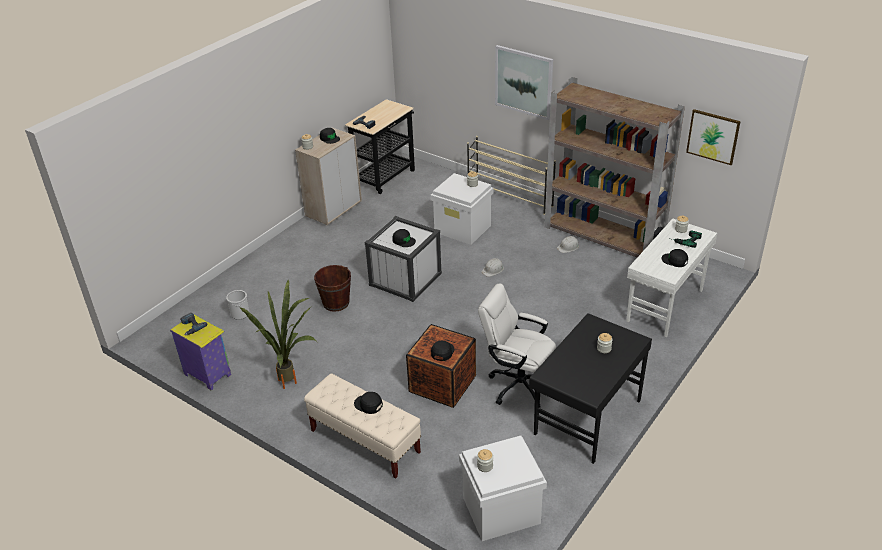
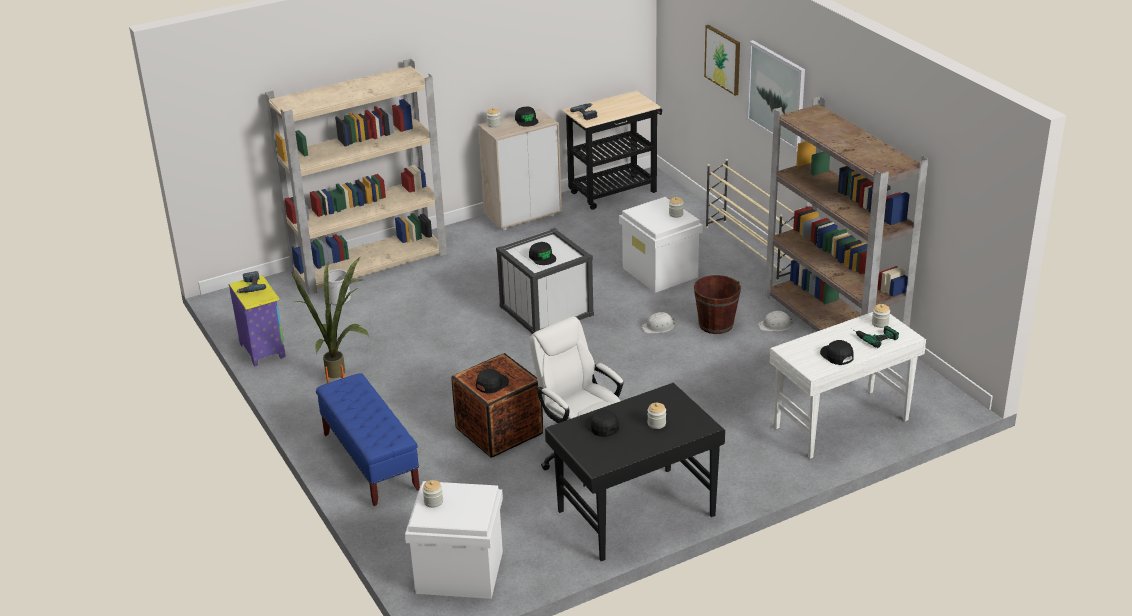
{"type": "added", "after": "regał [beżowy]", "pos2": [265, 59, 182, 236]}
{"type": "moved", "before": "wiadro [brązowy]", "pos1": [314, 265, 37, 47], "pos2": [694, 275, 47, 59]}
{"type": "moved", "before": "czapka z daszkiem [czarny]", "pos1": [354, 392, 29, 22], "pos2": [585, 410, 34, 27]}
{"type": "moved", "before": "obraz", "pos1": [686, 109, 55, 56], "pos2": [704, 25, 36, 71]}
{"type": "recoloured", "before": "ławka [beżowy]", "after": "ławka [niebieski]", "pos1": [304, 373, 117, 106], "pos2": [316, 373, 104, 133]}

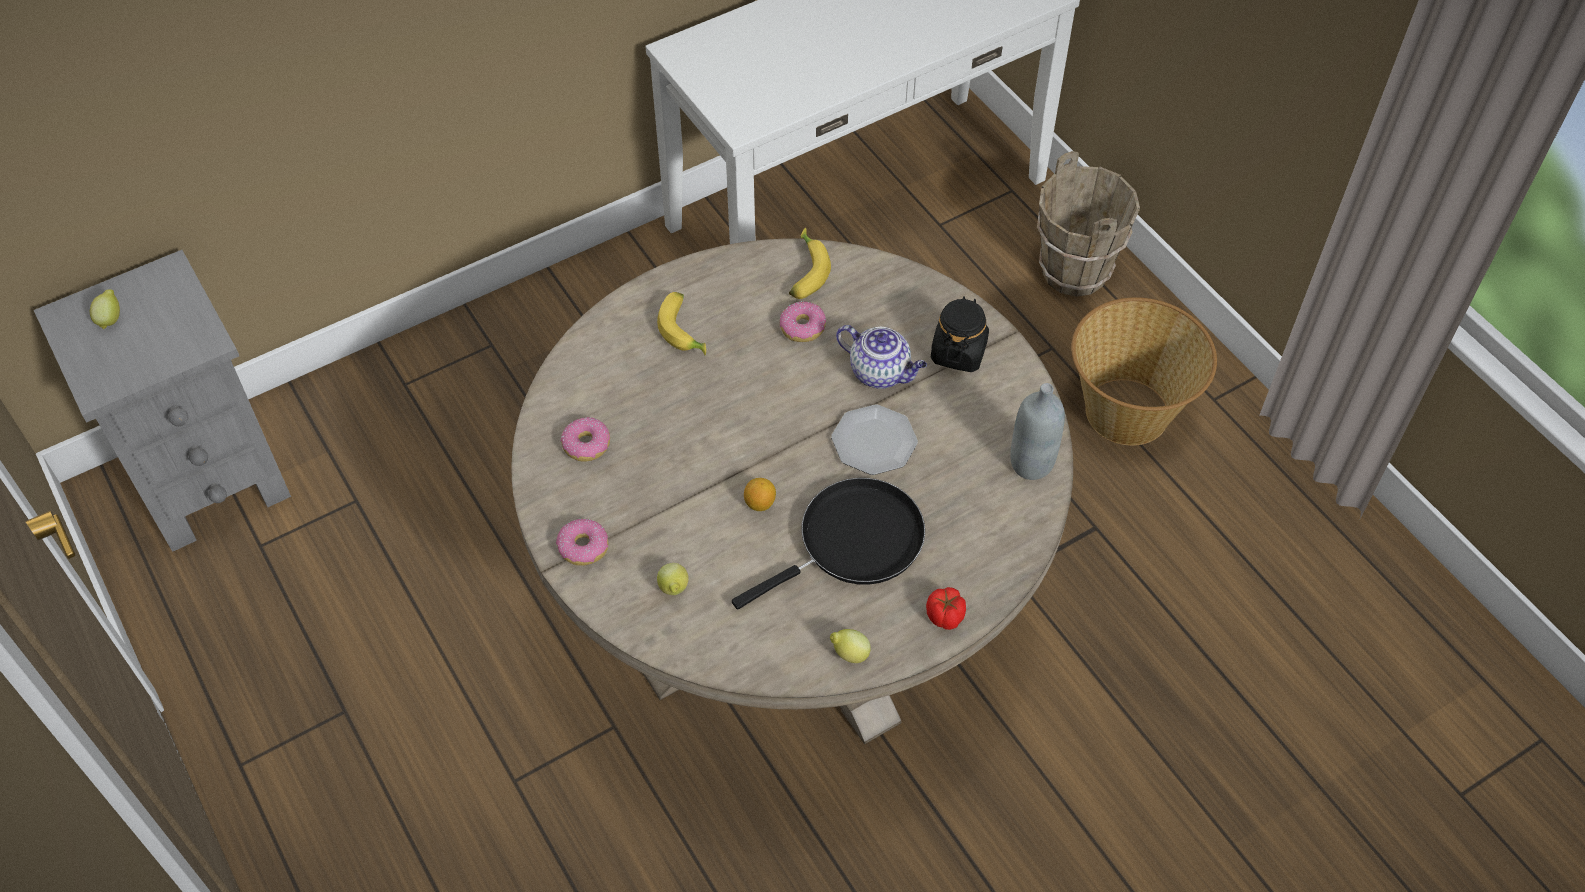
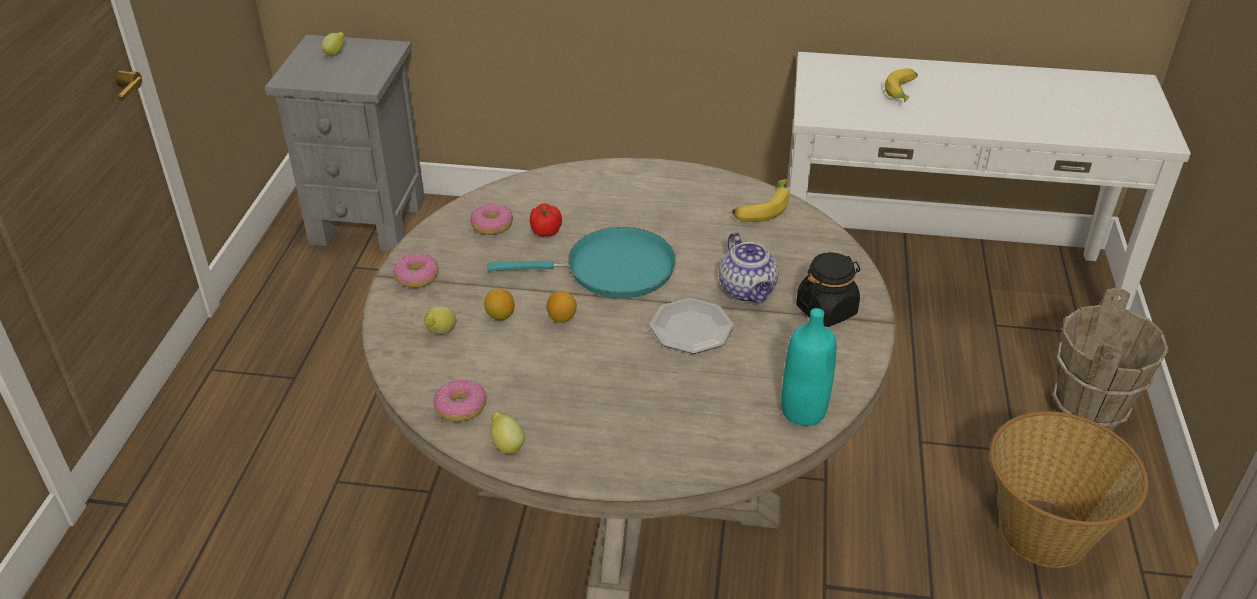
{"type": "removed", "before": "patelnia [czarny]", "pos1": [732, 478, 193, 131]}
{"type": "added", "after": "cytryna", "pos2": [484, 288, 31, 32]}
{"type": "added", "after": "patelnia [turkusowy]", "pos2": [487, 227, 189, 71]}
{"type": "moved", "before": "banan", "pos1": [657, 292, 49, 63], "pos2": [885, 68, 33, 34]}
{"type": "moved", "before": "donut", "pos1": [780, 302, 46, 40], "pos2": [433, 379, 54, 43]}
{"type": "moved", "before": "pomidor", "pos1": [926, 587, 40, 43], "pos2": [530, 203, 32, 34]}
{"type": "recoloured", "before": "butelka [szary]", "after": "butelka [turkusowy]", "pos1": [1010, 383, 55, 97], "pos2": [782, 308, 55, 118]}

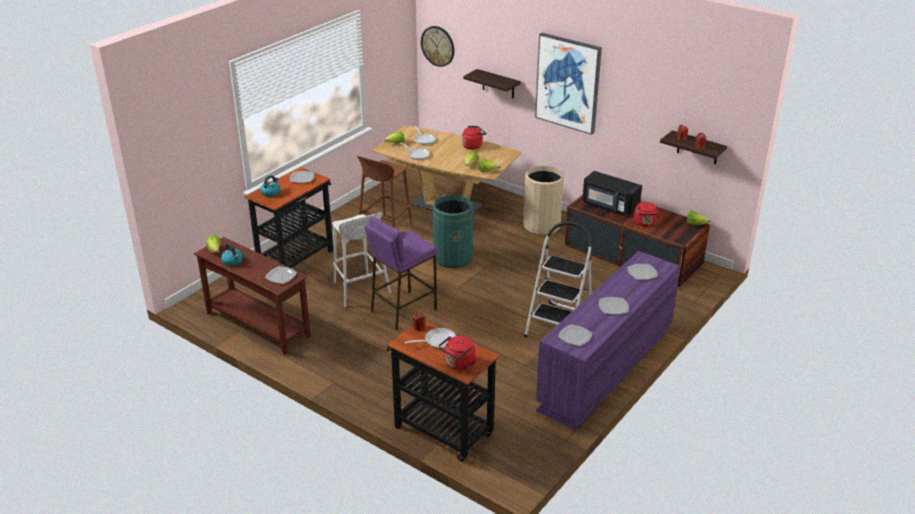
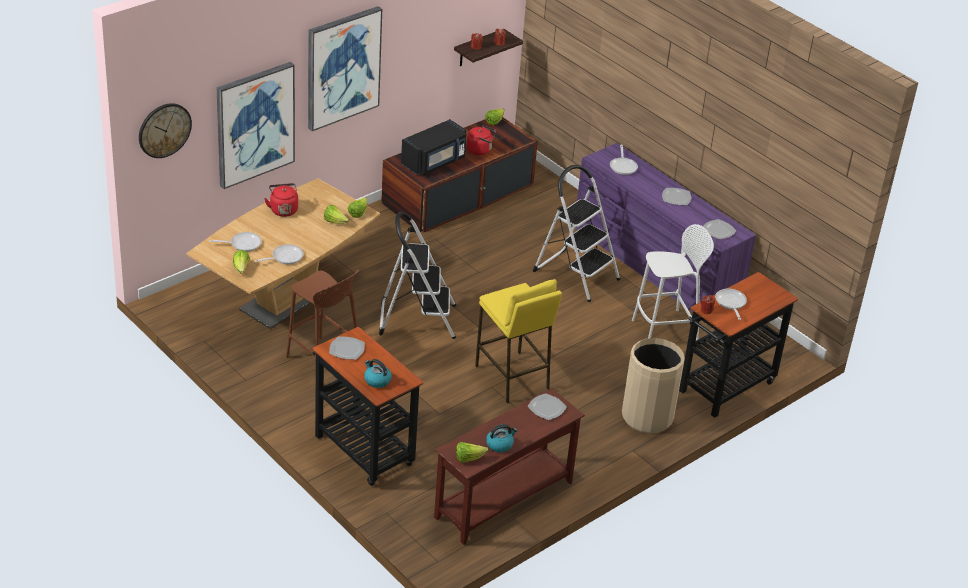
{"type": "removed", "before": "czajnik [czerwony]", "pos1": [439, 336, 38, 34]}
{"type": "moved", "before": "stołek [biały]", "pos1": [332, 212, 59, 95], "pos2": [632, 224, 82, 117]}
{"type": "moved", "before": "kosz na śmieci [beżowy]", "pos1": [523, 166, 41, 69], "pos2": [622, 338, 63, 95]}
{"type": "replaced", "before": "kosz na śmieci [zielony]", "after": "drabinka", "pos1": [433, 195, 40, 73], "pos2": [379, 212, 77, 127]}
{"type": "replaced", "before": "półka", "after": "obraz", "pos1": [463, 69, 58, 29], "pos2": [217, 62, 78, 127]}
{"type": "replaced", "before": "talerz", "after": "patelnia", "pos1": [627, 264, 31, 16], "pos2": [610, 144, 28, 31]}
{"type": "recoloured", "before": "stołek [fioletowy]", "after": "stołek [żółty]", "pos1": [364, 216, 73, 114], "pos2": [475, 279, 87, 124]}

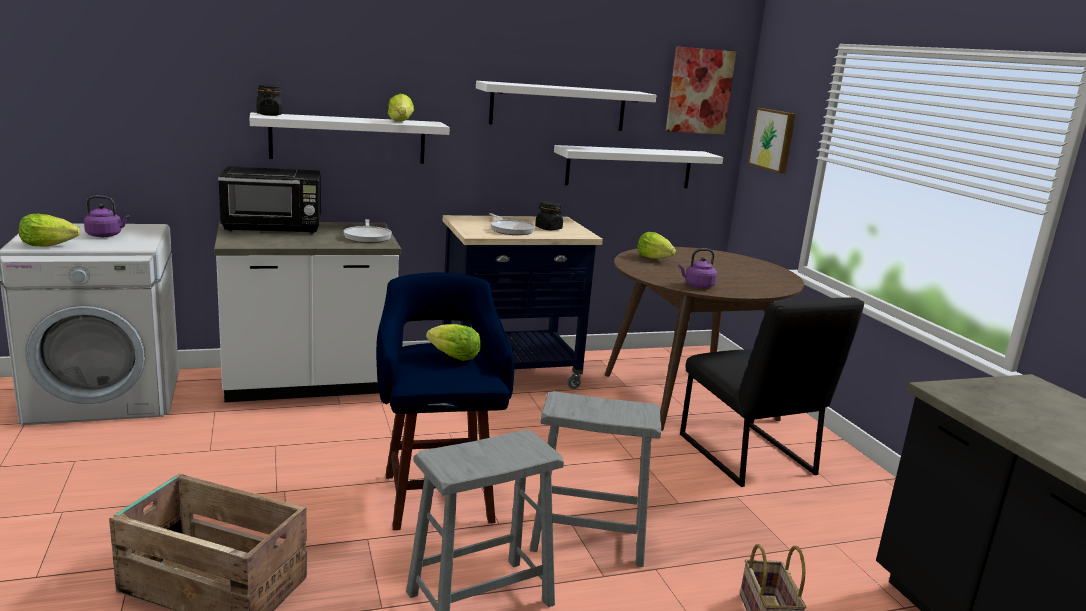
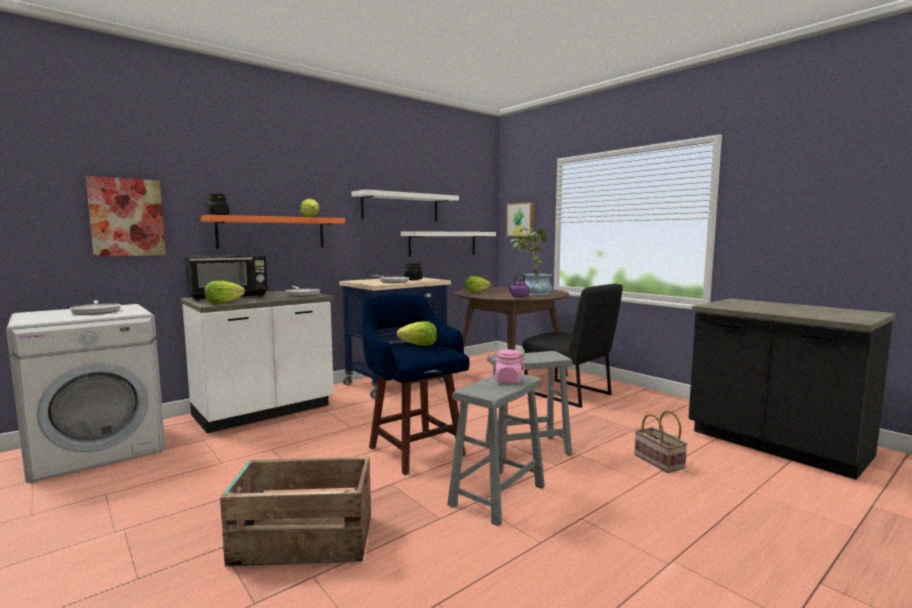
{"type": "added", "after": "słoik [różowy]", "pos2": [492, 349, 33, 34]}
{"type": "added", "after": "roślina doniczkowa", "pos2": [510, 227, 42, 68]}
{"type": "moved", "before": "sałata", "pos1": [19, 214, 61, 33], "pos2": [204, 281, 41, 23]}
{"type": "moved", "before": "obraz", "pos1": [666, 46, 70, 88], "pos2": [86, 176, 80, 81]}
{"type": "replaced", "before": "czajnik [fioletowy]", "after": "patelnia", "pos1": [84, 196, 46, 41], "pos2": [70, 300, 51, 15]}
{"type": "recoloured", "before": "półka [biały]", "after": "półka [pomarańczowy]", "pos1": [250, 112, 200, 52], "pos2": [201, 215, 144, 34]}

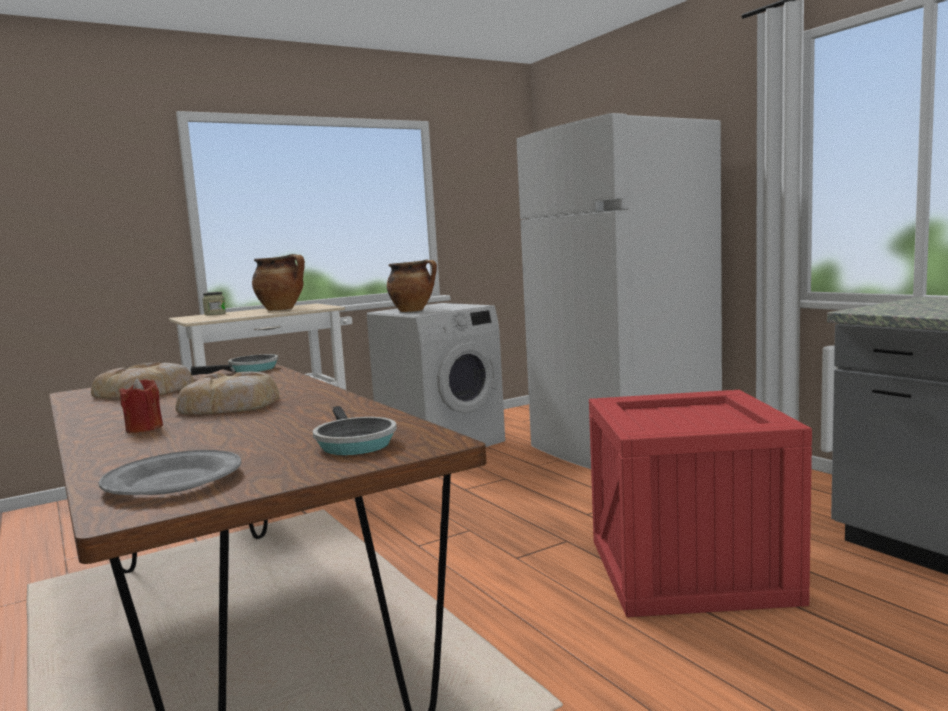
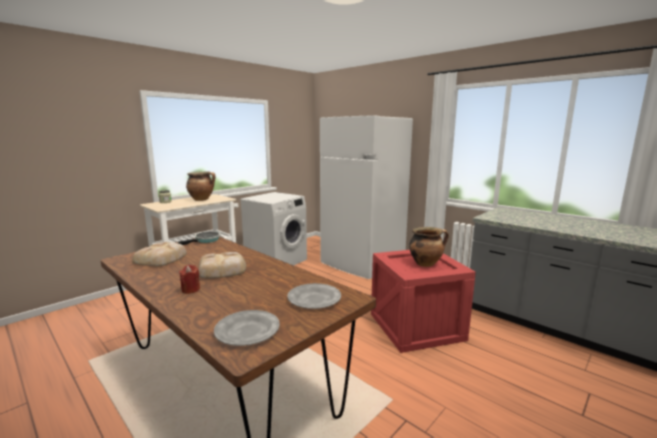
{"type": "moved", "before": "garnek", "pos1": [387, 260, 50, 52], "pos2": [409, 227, 40, 40]}
{"type": "replaced", "before": "patelnia", "after": "talerz [szary]", "pos1": [313, 406, 84, 49], "pos2": [287, 283, 54, 26]}

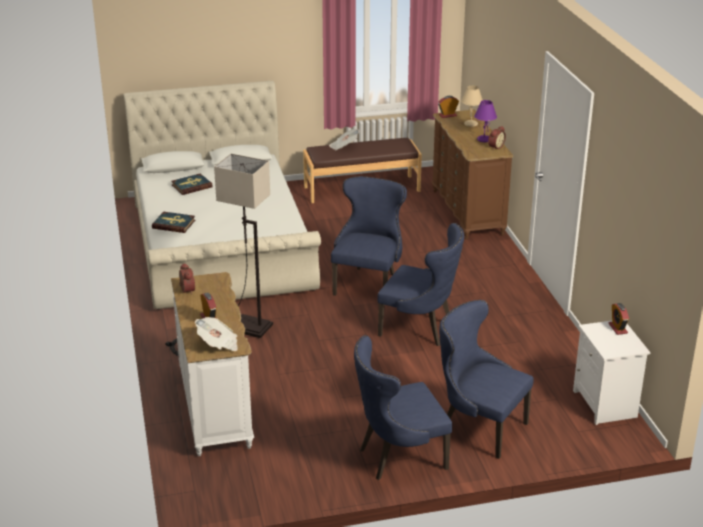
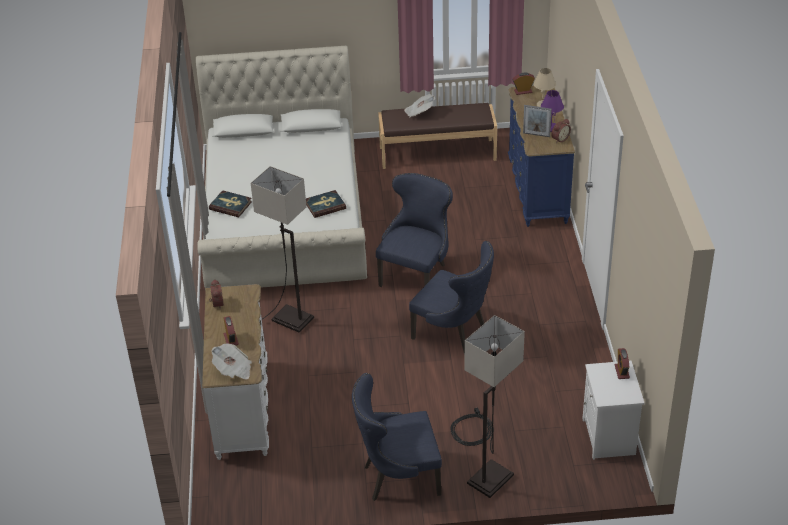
{"type": "added", "after": "ramka na zdjęcie", "pos2": [523, 105, 29, 32]}
{"type": "moved", "before": "książka", "pos1": [171, 173, 42, 22], "pos2": [306, 190, 40, 28]}
{"type": "replaced", "before": "krzesło [niebieski]", "after": "lampa stojąca", "pos1": [439, 300, 94, 159], "pos2": [450, 315, 75, 183]}
{"type": "recoloured", "before": "komoda [brązowy]", "after": "komoda [niebieski]", "pos1": [432, 109, 81, 131], "pos2": [508, 86, 67, 141]}

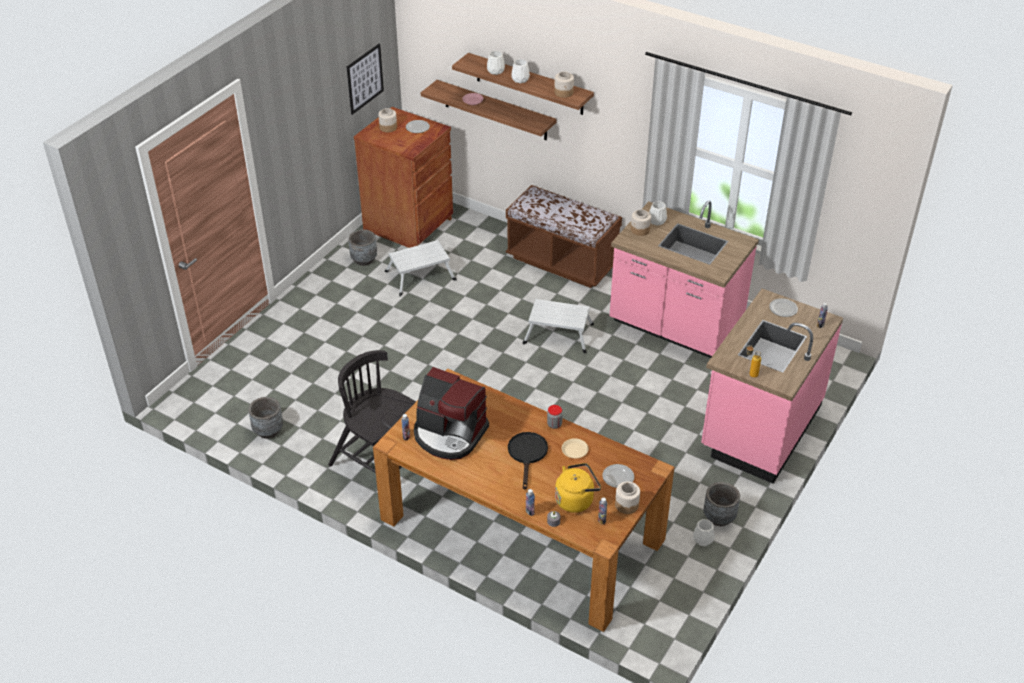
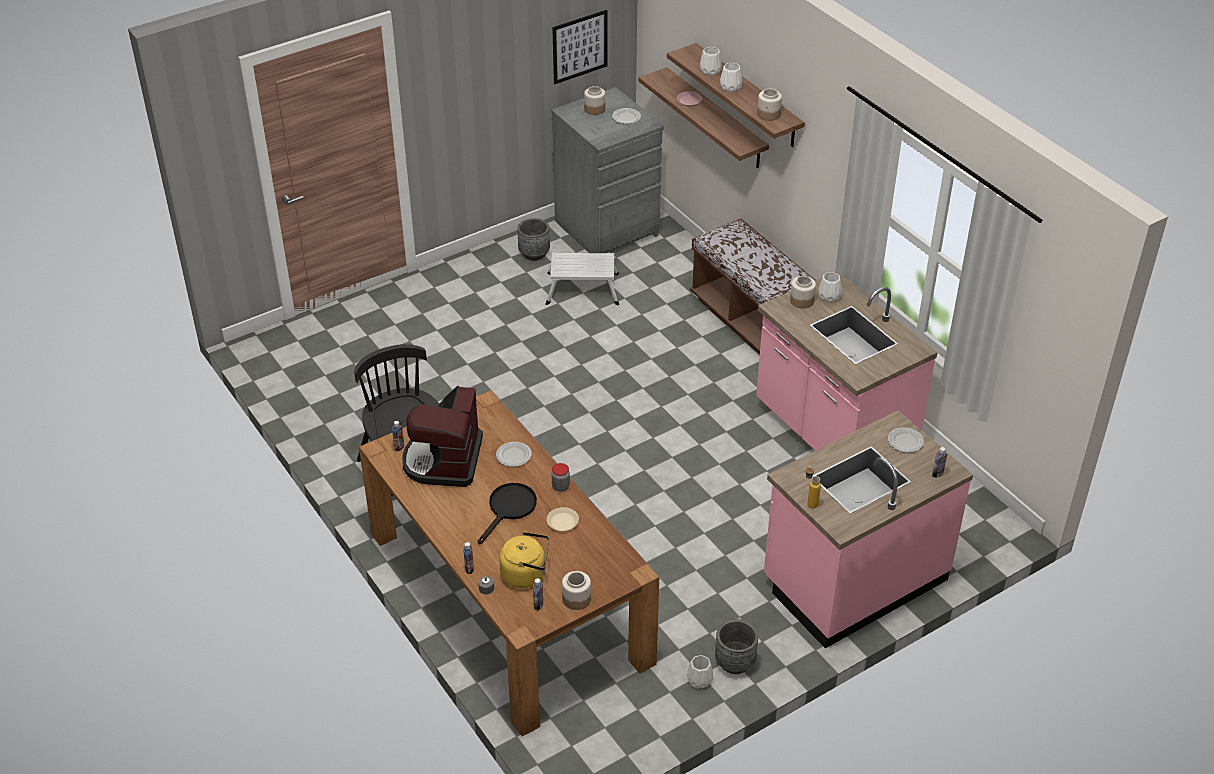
{"type": "removed", "before": "donica [szary]", "pos1": [248, 397, 35, 42]}
{"type": "removed", "before": "drabinka [biały]", "pos1": [523, 299, 71, 54]}
{"type": "moved", "before": "talerz", "pos1": [602, 464, 32, 24], "pos2": [496, 442, 36, 25]}
{"type": "recoloured", "before": "komoda [brązowy]", "after": "komoda [szary]", "pos1": [354, 107, 99, 141], "pos2": [551, 87, 113, 166]}
{"type": "turned", "before": "ekspres do kawy", "pos1": [414, 367, 75, 93], "pos2": [402, 386, 81, 101], "turn": 45}

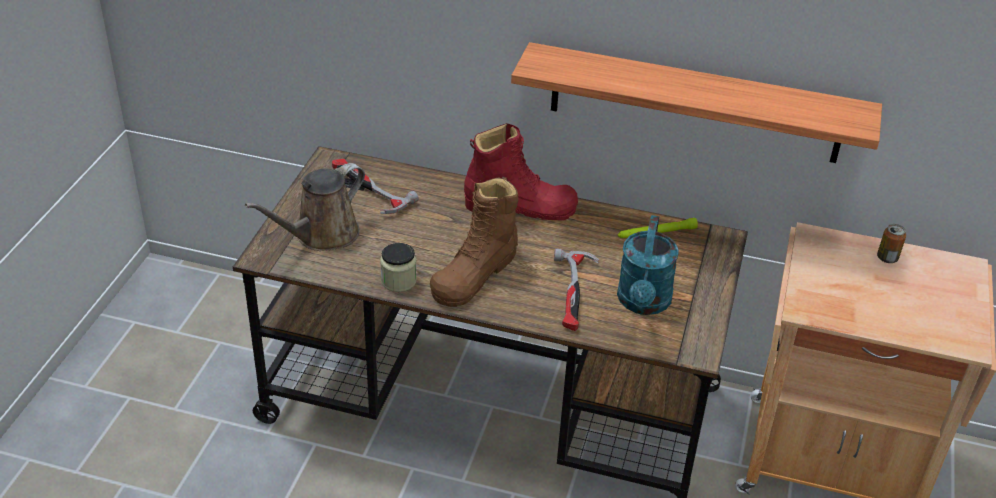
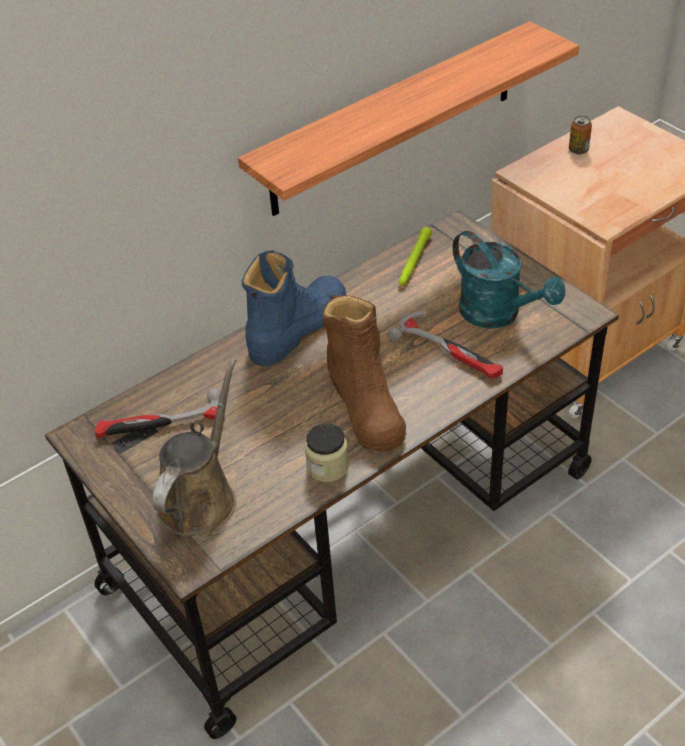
{"type": "recoloured", "before": "but z cholewką [czerwony]", "after": "but z cholewką [niebieski]", "pos1": [464, 123, 114, 98], "pos2": [242, 250, 104, 116]}
{"type": "turned", "before": "konewka [brązowy]", "pos1": [245, 163, 120, 88], "pos2": [152, 358, 85, 178], "turn": -150}

